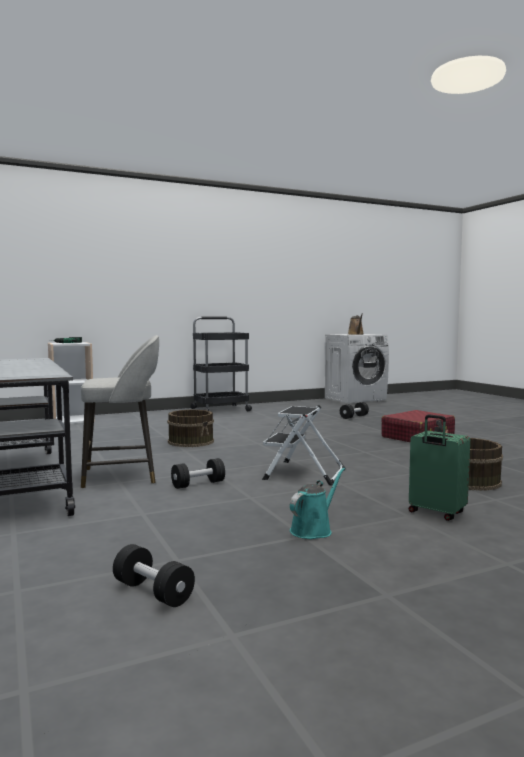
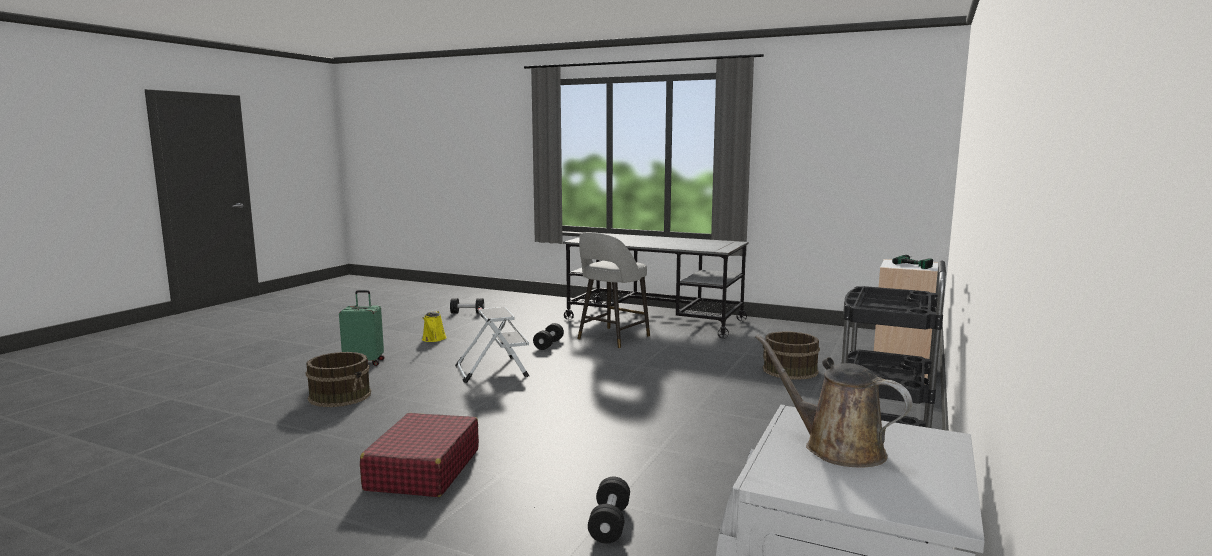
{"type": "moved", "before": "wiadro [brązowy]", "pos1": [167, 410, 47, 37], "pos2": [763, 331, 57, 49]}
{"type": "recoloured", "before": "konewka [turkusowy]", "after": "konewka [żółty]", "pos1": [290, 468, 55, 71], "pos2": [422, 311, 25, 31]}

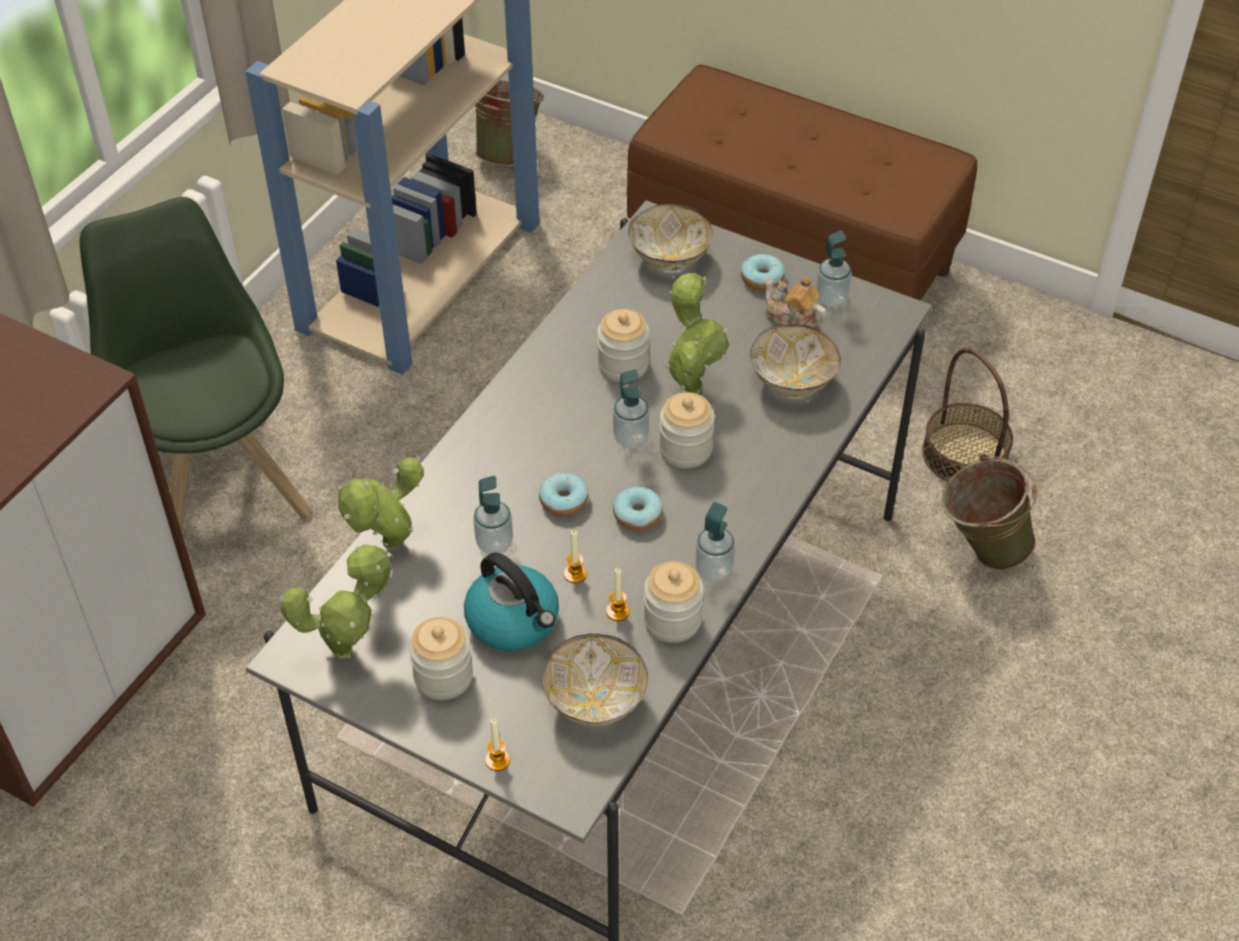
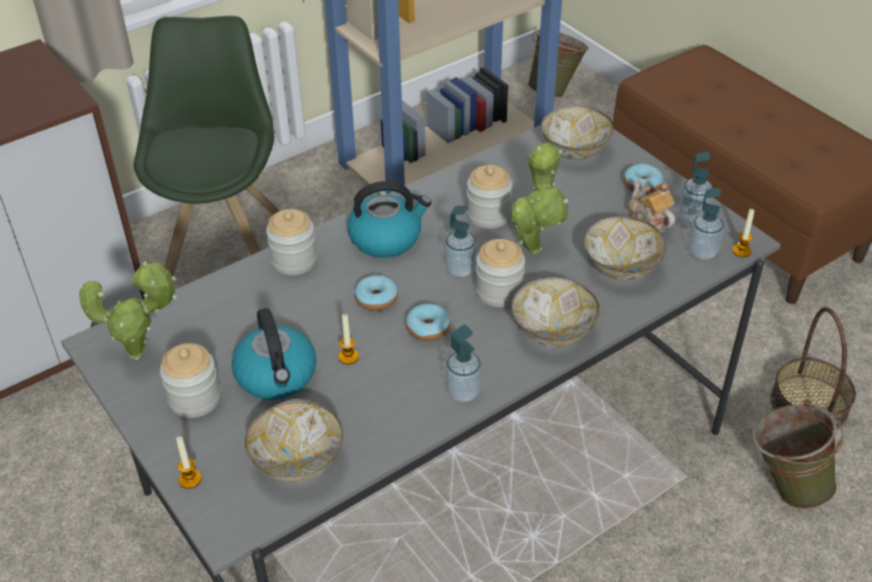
{"type": "removed", "before": "roślina doniczkowa", "pos1": [338, 455, 86, 94]}
{"type": "added", "after": "czajnik", "pos2": [347, 181, 85, 77]}
{"type": "added", "after": "miska", "pos2": [511, 277, 88, 70]}
{"type": "moved", "before": "dozownik mydła", "pos1": [473, 476, 40, 78], "pos2": [688, 188, 36, 72]}
{"type": "moved", "before": "świeca", "pos1": [606, 568, 24, 53], "pos2": [732, 209, 22, 48]}
{"type": "moved", "before": "słoik", "pos1": [643, 561, 61, 82], "pos2": [266, 209, 51, 66]}

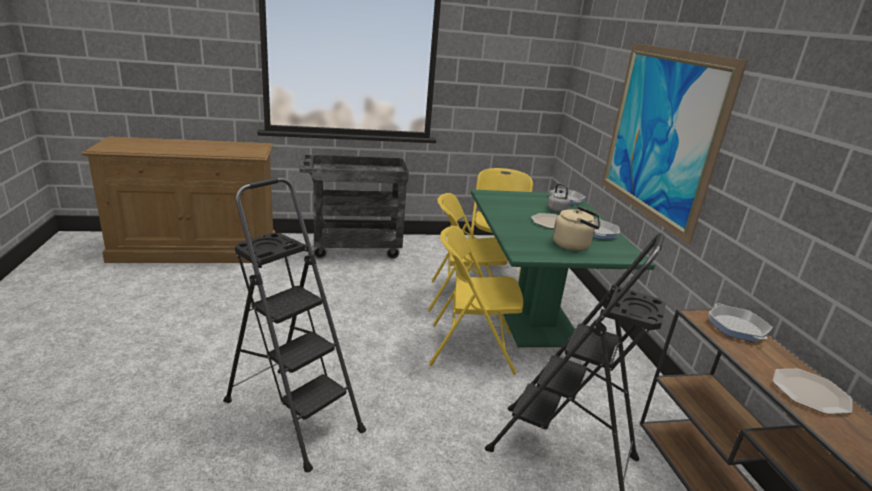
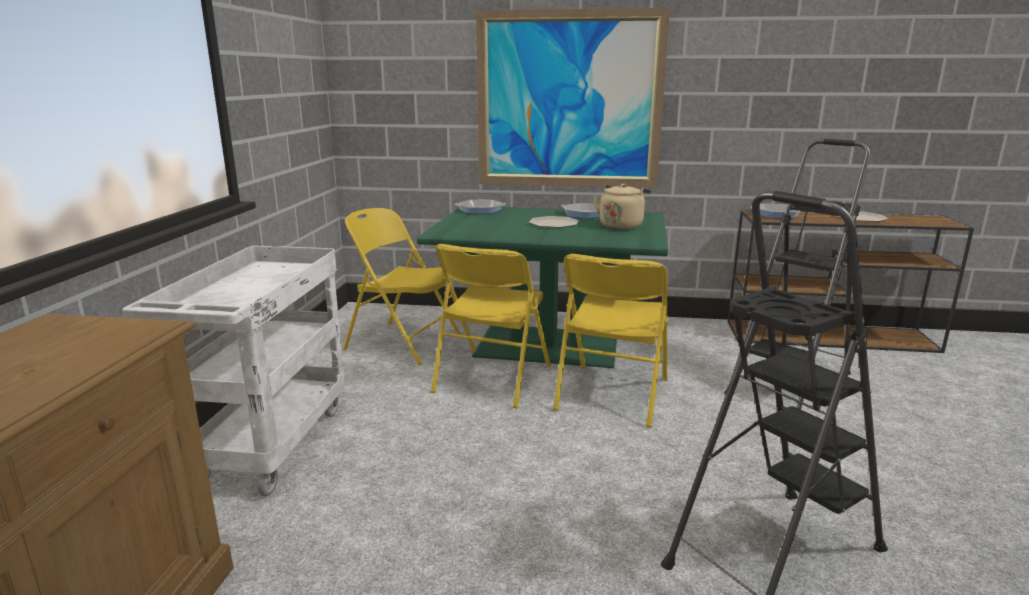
{"type": "removed", "before": "czajnik [szary]", "pos1": [547, 183, 23, 29]}
{"type": "recoloured", "before": "wózek [czarny]", "after": "wózek [biały]", "pos1": [299, 154, 110, 105], "pos2": [122, 246, 223, 250]}

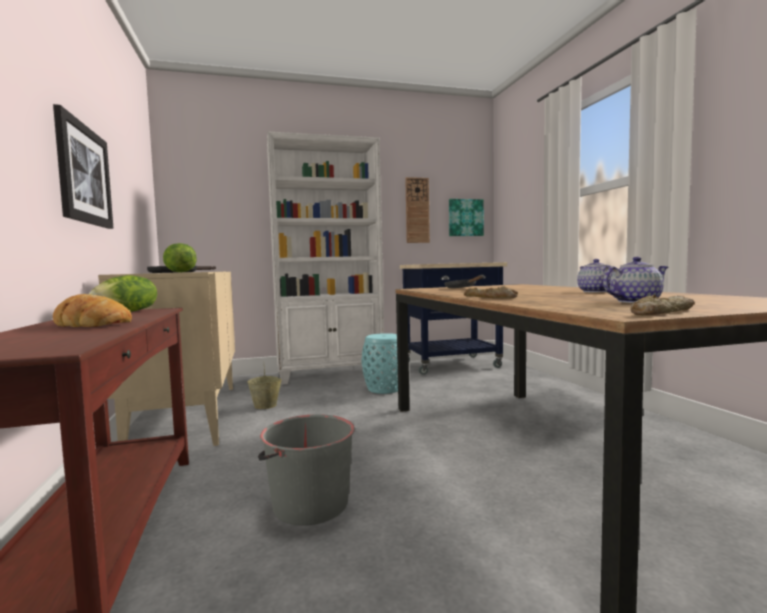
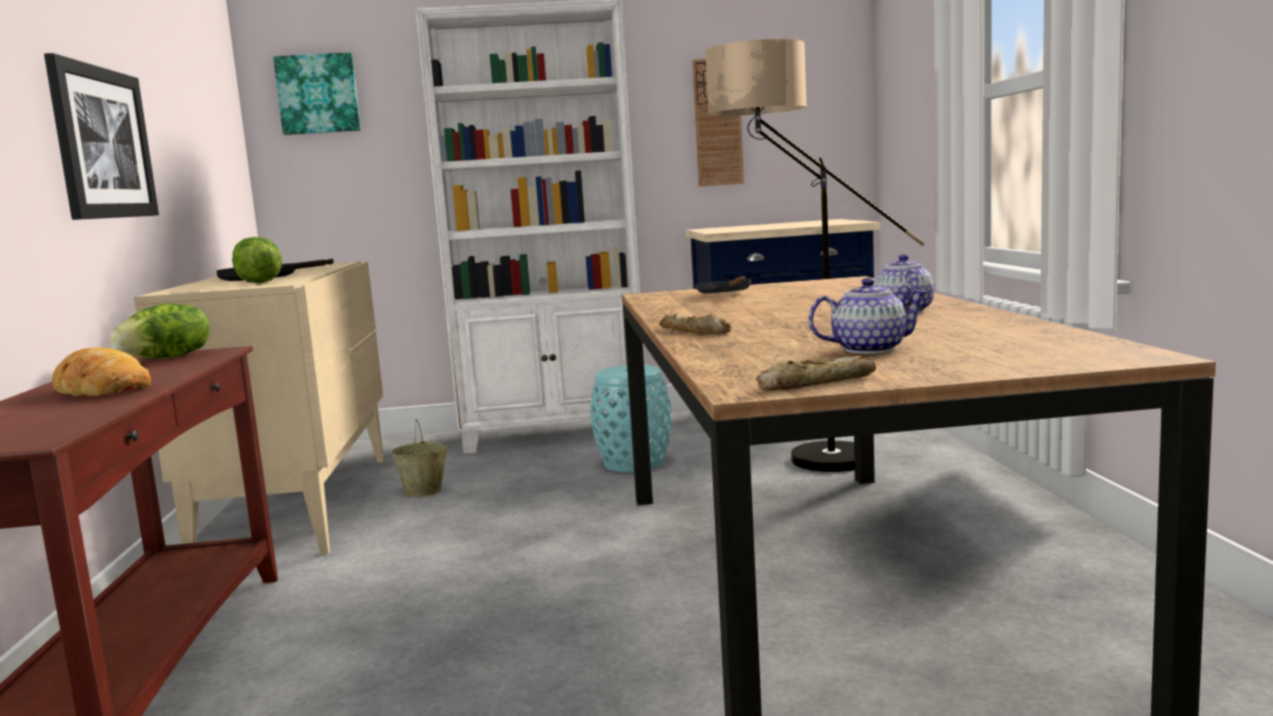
{"type": "removed", "before": "wiadro [szary]", "pos1": [258, 414, 97, 112]}
{"type": "added", "after": "lampa stojąca", "pos2": [705, 39, 220, 433]}
{"type": "moved", "before": "obraz", "pos1": [449, 199, 35, 37], "pos2": [273, 52, 88, 83]}

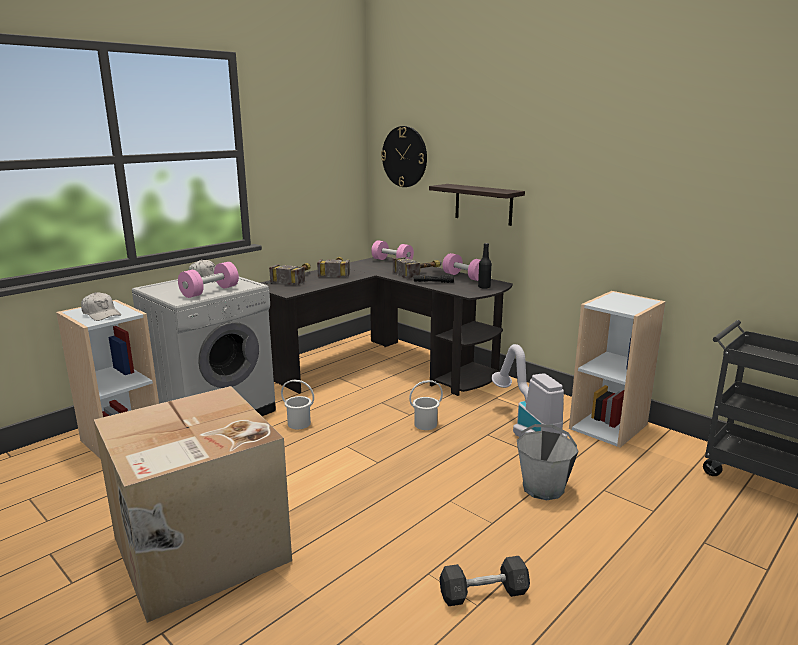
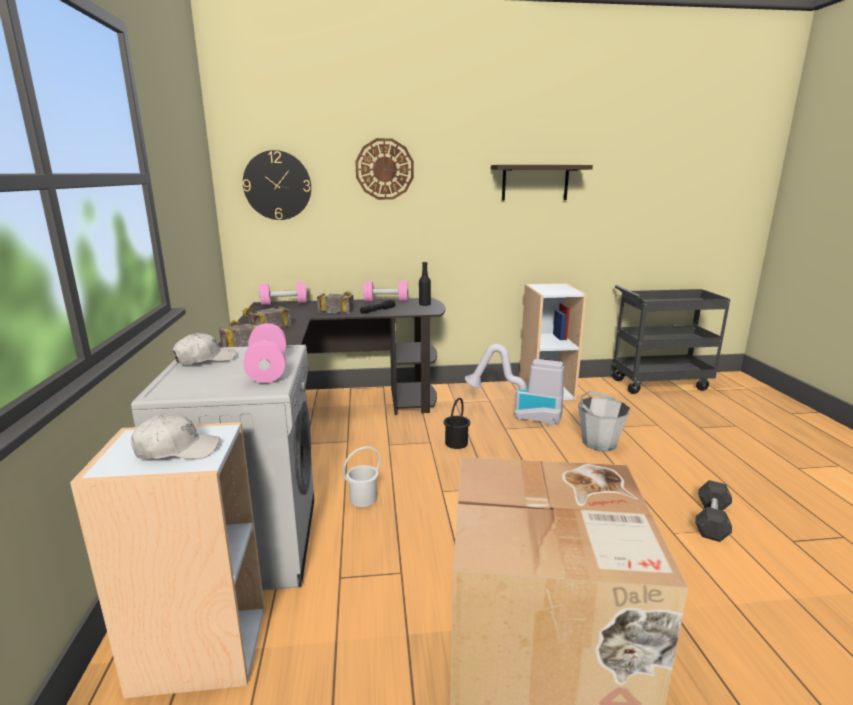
{"type": "added", "after": "zegar ścienny", "pos2": [355, 138, 59, 62]}
{"type": "moved", "before": "półka", "pos1": [429, 184, 96, 42], "pos2": [491, 165, 102, 35]}
{"type": "recoloured", "before": "wiadro [biały]", "after": "wiadro [czarny]", "pos1": [409, 380, 34, 50], "pos2": [444, 398, 26, 51]}

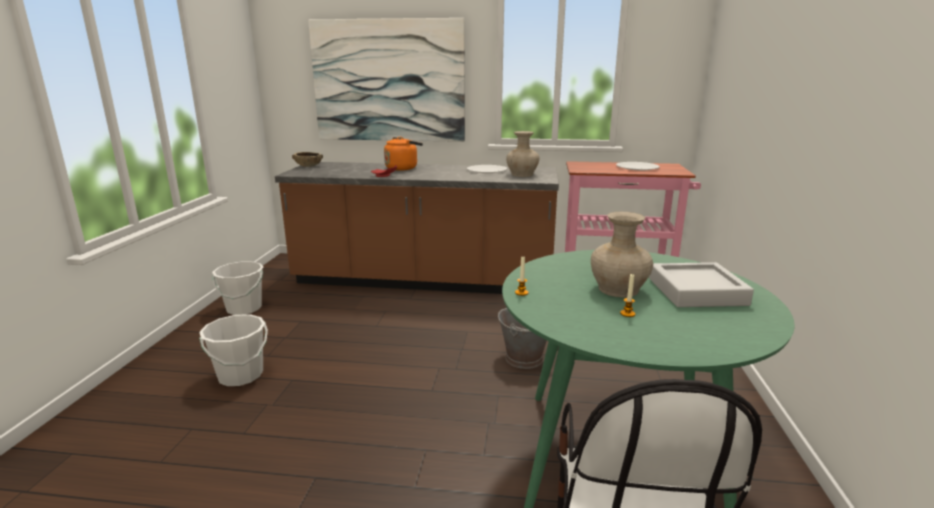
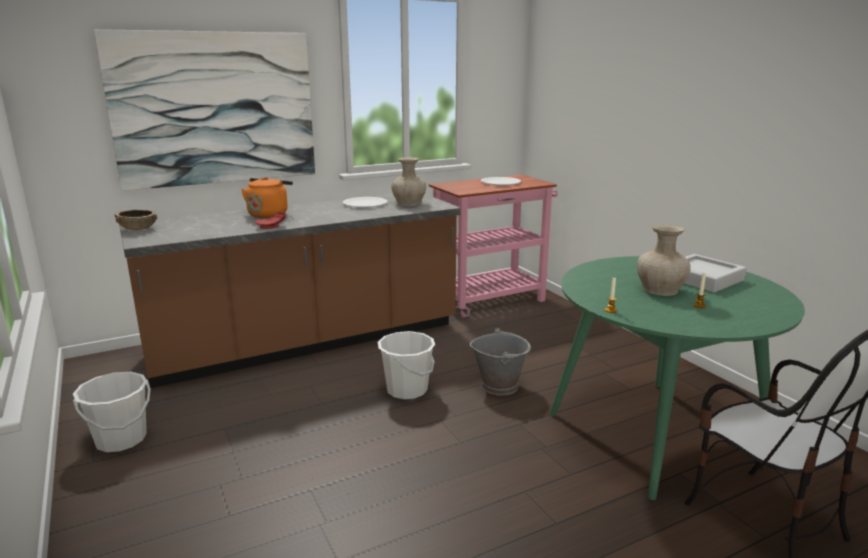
{"type": "moved", "before": "wiadro [biały]", "pos1": [199, 314, 69, 72], "pos2": [378, 331, 57, 68]}

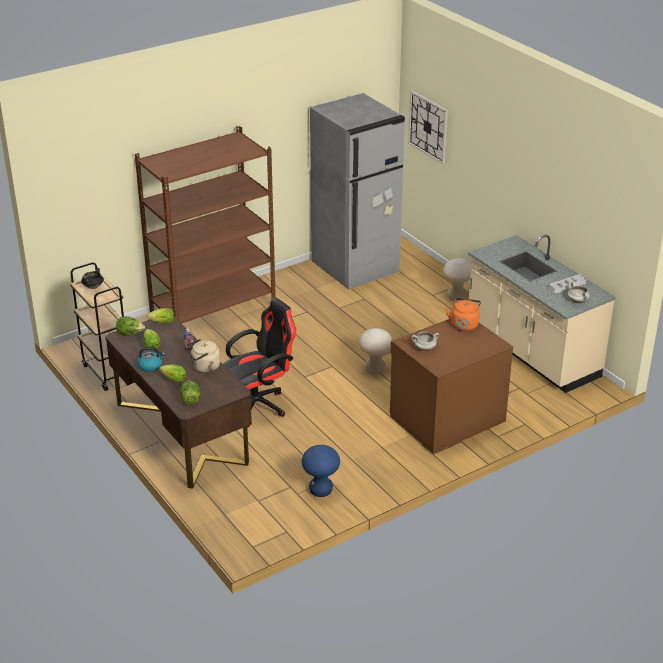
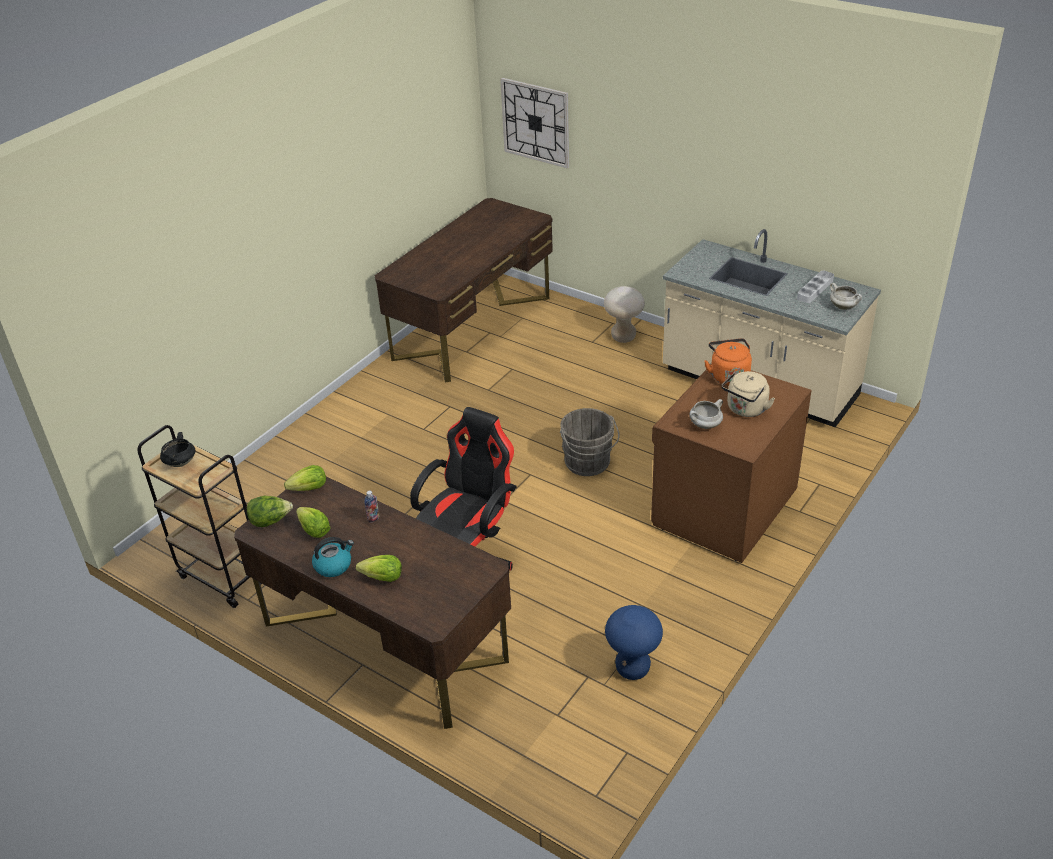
{"type": "removed", "before": "regał [brązowy]", "pos1": [135, 126, 141, 198]}
{"type": "removed", "before": "sałata", "pos1": [180, 380, 21, 25]}
{"type": "moved", "before": "czajnik [beżowy]", "pos1": [186, 339, 34, 34], "pos2": [722, 371, 53, 46]}
{"type": "replaced", "before": "lodówka [szary]", "after": "biurko [brązowy]", "pos1": [310, 93, 95, 197], "pos2": [374, 198, 179, 184]}
{"type": "replaced", "before": "stołek [beżowy]", "after": "wiadro [szary]", "pos1": [359, 328, 34, 47], "pos2": [560, 408, 60, 68]}

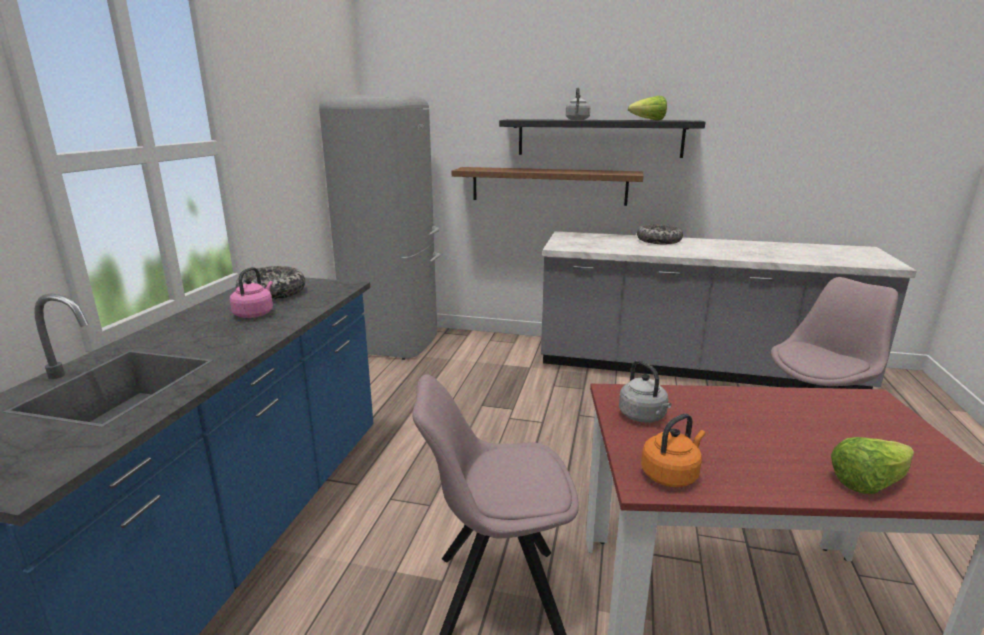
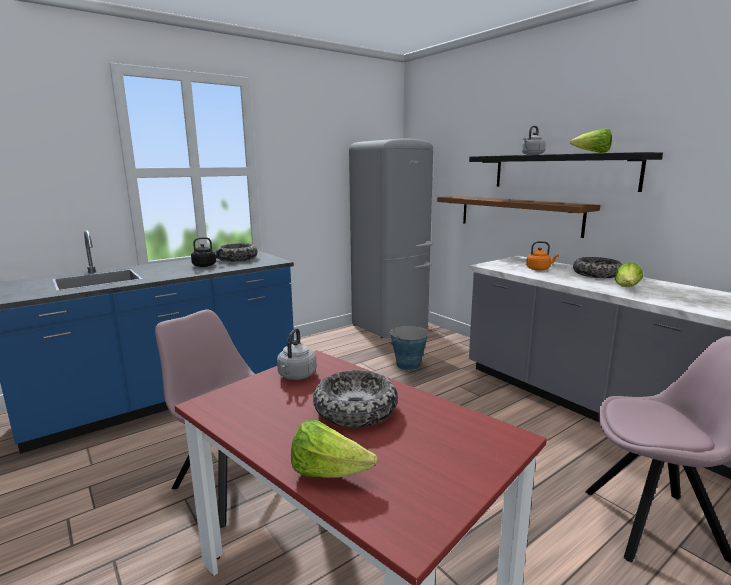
{"type": "added", "after": "miska", "pos2": [313, 370, 85, 57]}
{"type": "added", "after": "wiadro", "pos2": [390, 326, 38, 44]}
{"type": "added", "after": "sałata", "pos2": [615, 262, 28, 25]}
{"type": "moved", "before": "czajnik [pomarańczowy]", "pos1": [641, 414, 65, 73], "pos2": [526, 241, 33, 30]}
{"type": "recoloured", "before": "czajnik [różowy]", "after": "czajnik [czarny]", "pos1": [230, 267, 43, 51], "pos2": [191, 237, 31, 30]}

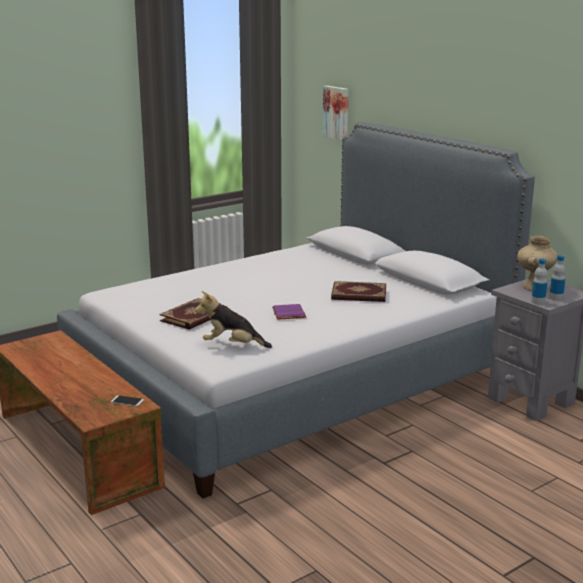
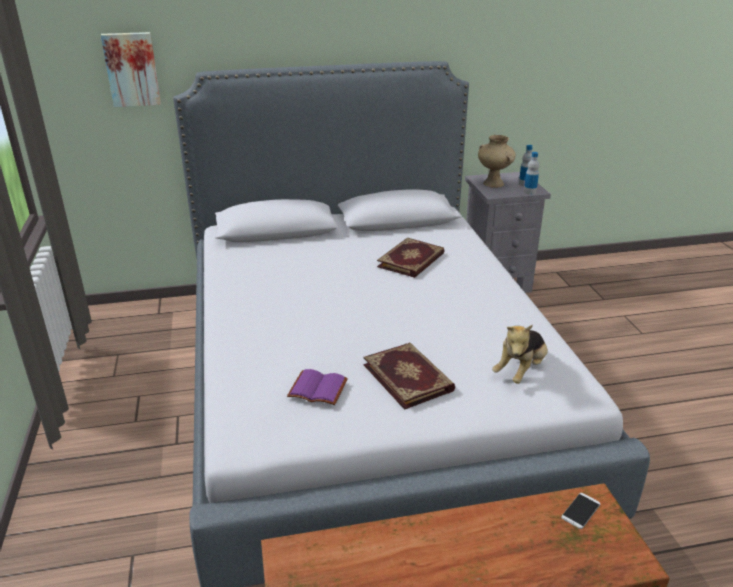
{"type": "moved", "before": "książka [fioletowy]", "pos1": [272, 304, 34, 16], "pos2": [287, 369, 61, 36]}

